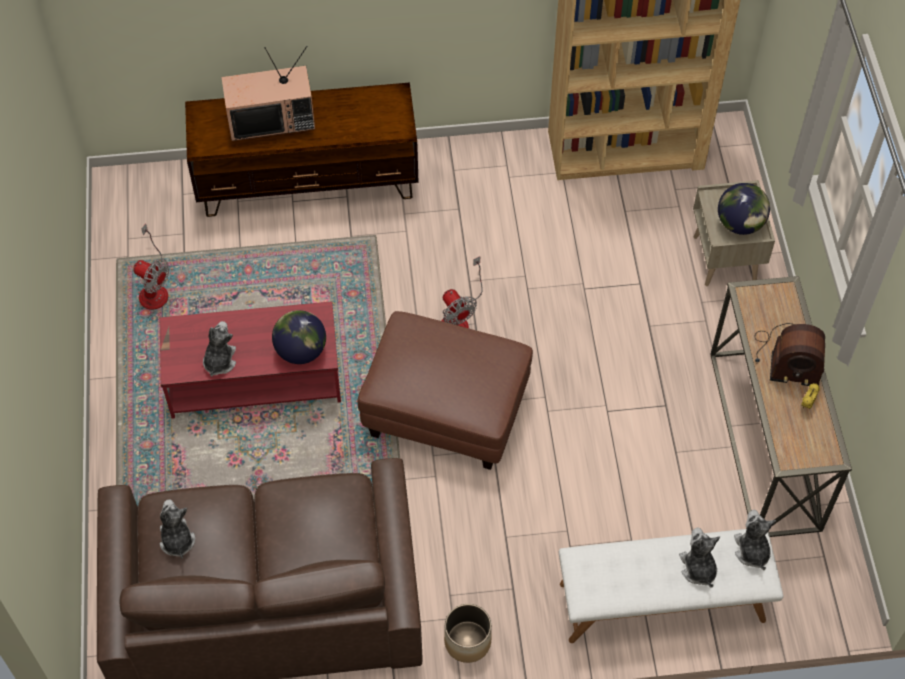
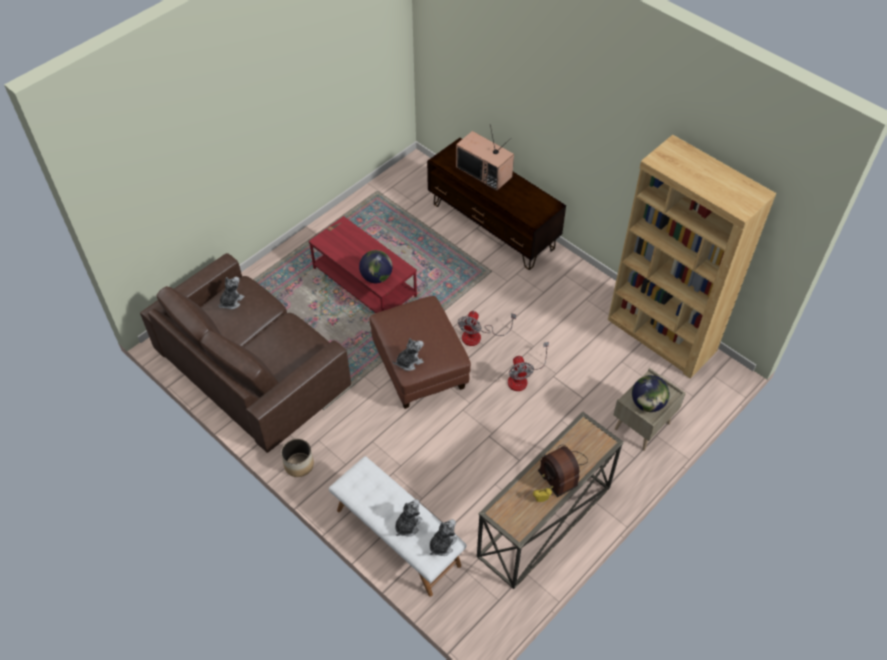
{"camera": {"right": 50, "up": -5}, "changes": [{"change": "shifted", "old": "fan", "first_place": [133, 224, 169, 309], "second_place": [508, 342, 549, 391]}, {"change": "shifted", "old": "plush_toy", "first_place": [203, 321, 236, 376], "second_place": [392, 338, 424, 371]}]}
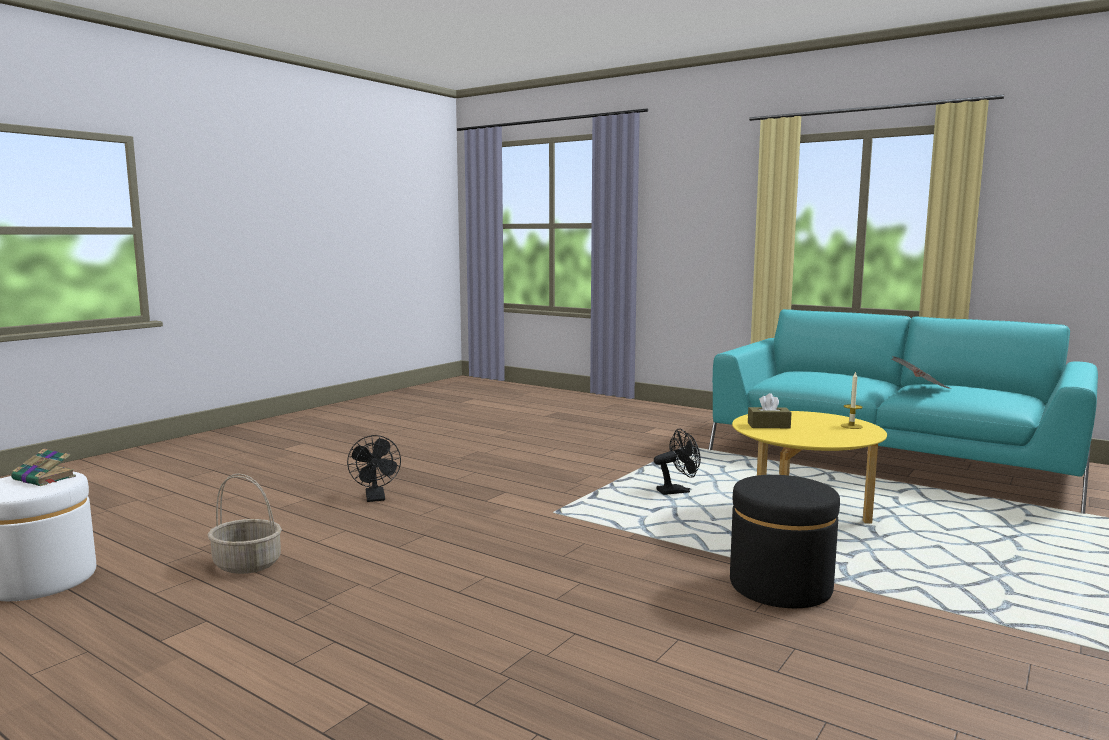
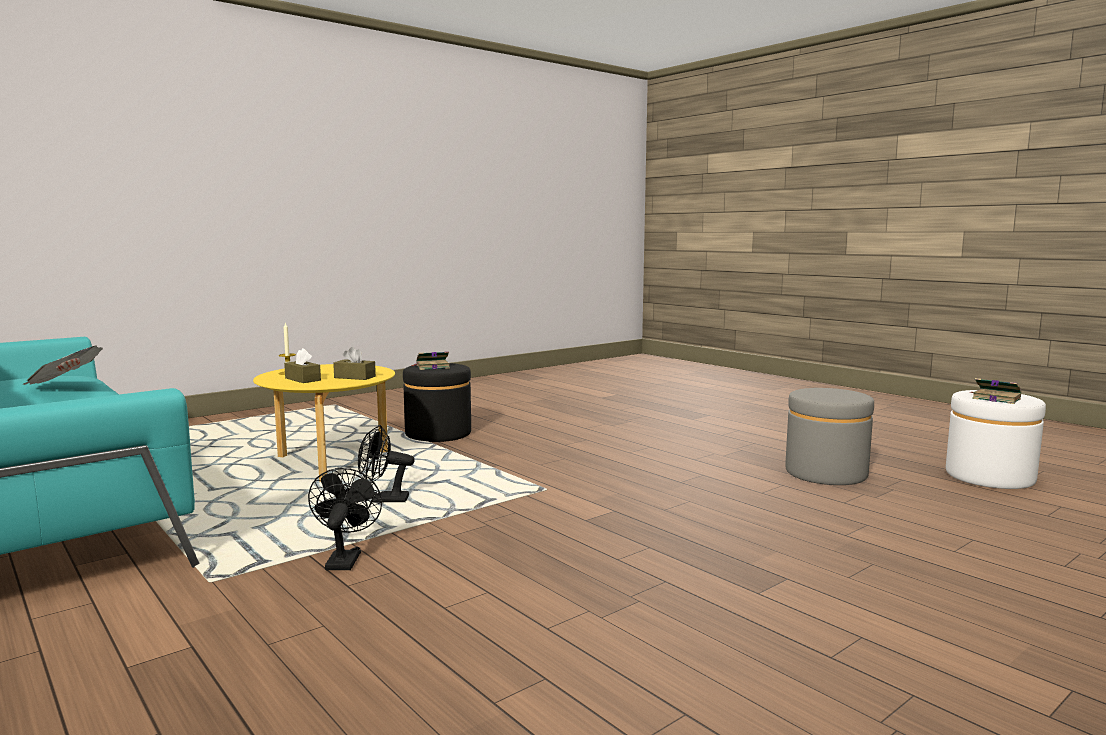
{"camera": {"right": -165, "up": 0}, "changes": [{"change": "swapped", "old": "basket", "new": "grey_ottoman", "first_place": [208, 473, 282, 574], "second_place": [785, 388, 874, 485]}, {"change": "shifted", "old": "black_fan", "first_place": [347, 435, 401, 502], "second_place": [308, 468, 382, 570]}, {"change": "new", "new": "brown_tissue_box", "second_place": [284, 348, 321, 383]}, {"change": "new", "new": "book", "second_place": [413, 351, 450, 370]}]}
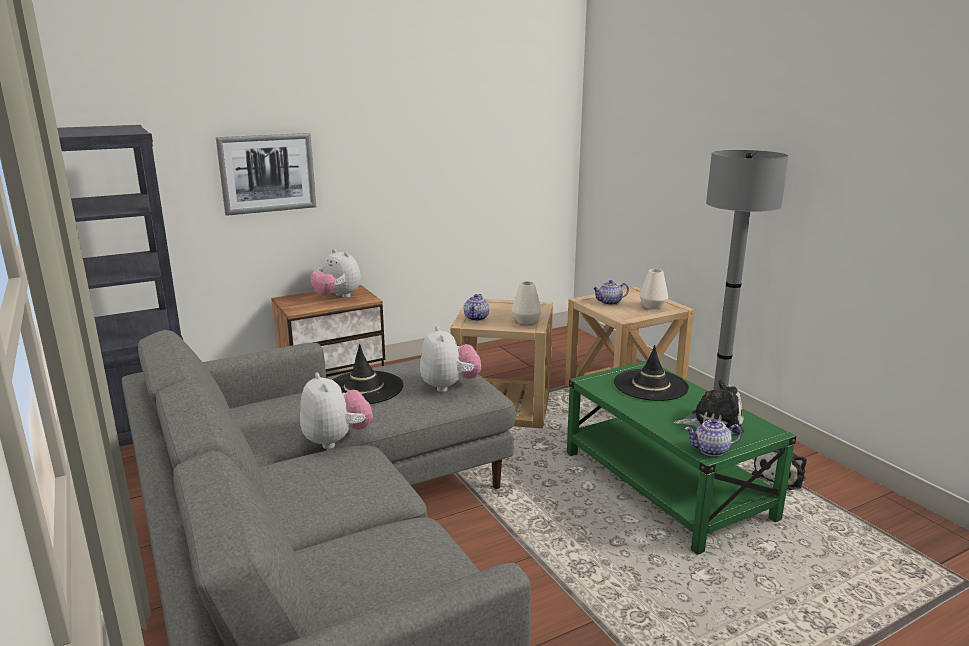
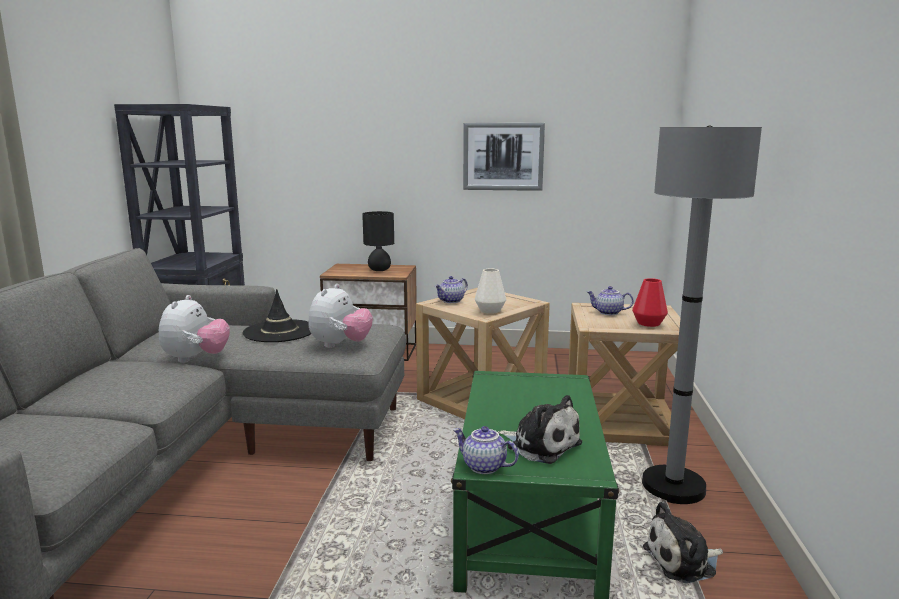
{"camera": {"right": 35, "up": -5}, "changes": [{"change": "shifted", "old": "picture", "first_place": [216, 133, 316, 216], "second_place": [463, 123, 545, 191]}, {"change": "swapped", "old": "plush_toy", "new": "black_table_lamp", "first_place": [311, 249, 361, 298], "second_place": [362, 211, 394, 271]}, {"change": "gone", "old": "black_hat", "first_place": [614, 345, 689, 401]}, {"change": "repainted", "old": "white_vase", "new": "red_vase", "first_place": [639, 269, 668, 309], "second_place": [632, 278, 668, 327]}]}
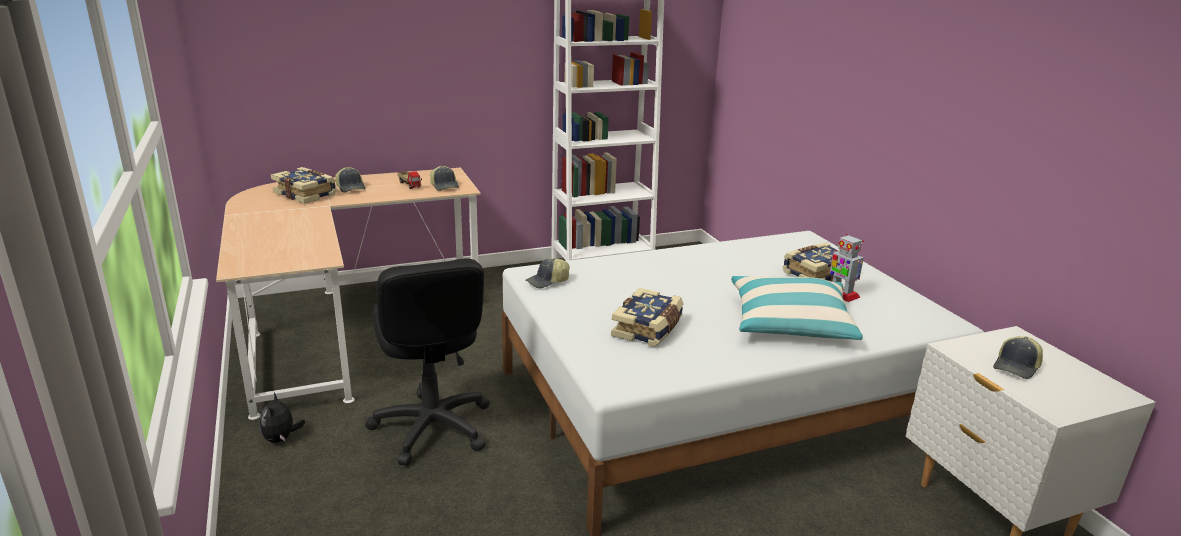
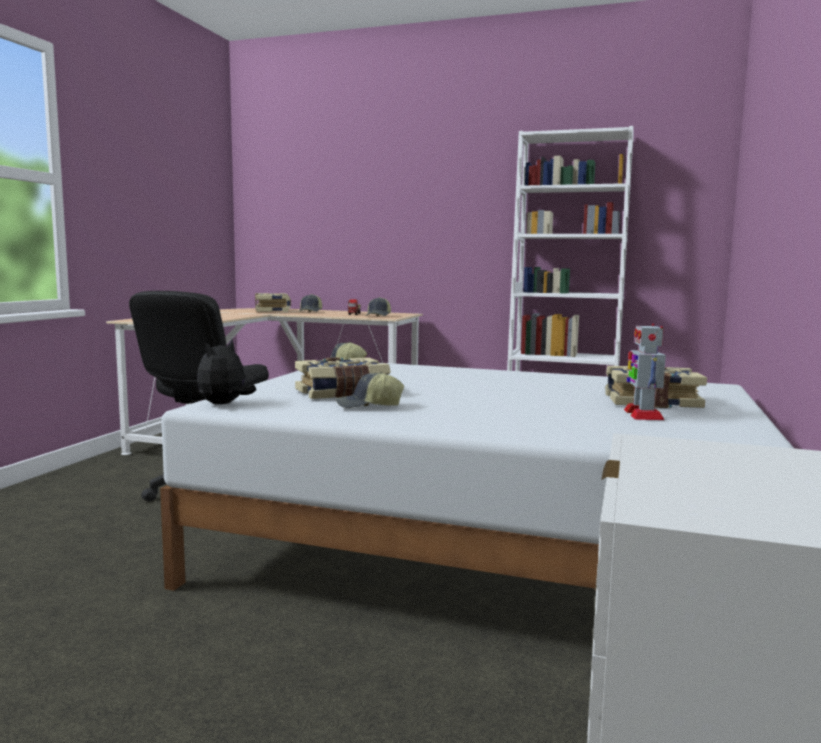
{"camera": {"right": 40, "up": -15}, "changes": [{"change": "shifted", "old": "plush_toy", "first_place": [260, 393, 305, 443], "second_place": [197, 339, 256, 404]}, {"change": "gone", "old": "pillow", "first_place": [731, 276, 863, 340]}, {"change": "shifted", "old": "cap", "first_place": [993, 336, 1043, 379], "second_place": [336, 372, 404, 408]}]}
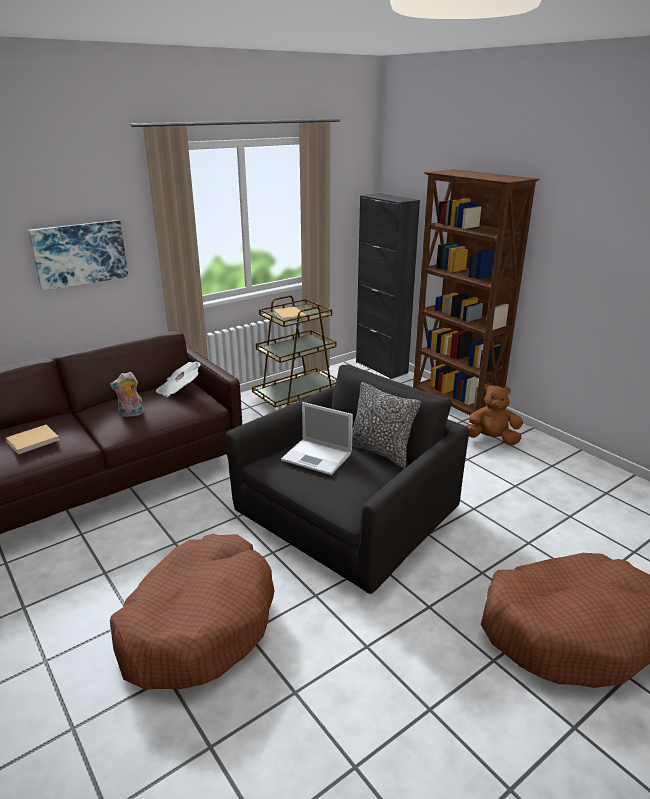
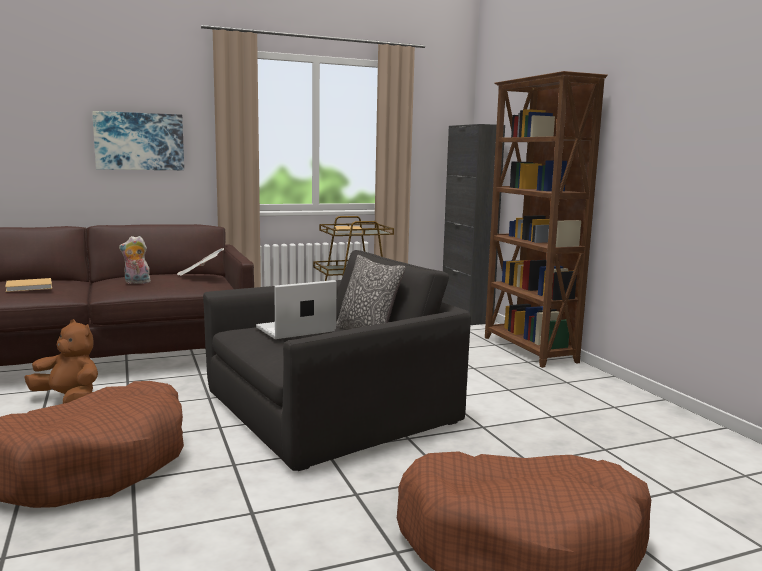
{"camera": {"right": 15, "up": -15}, "changes": [{"change": "rotated", "old": "laptop", "first_place": [281, 402, 353, 475], "second_place": [256, 280, 337, 339], "degrees": 105}, {"change": "shifted", "old": "brown_plush_toy", "first_place": [466, 383, 523, 446], "second_place": [24, 319, 98, 404]}]}
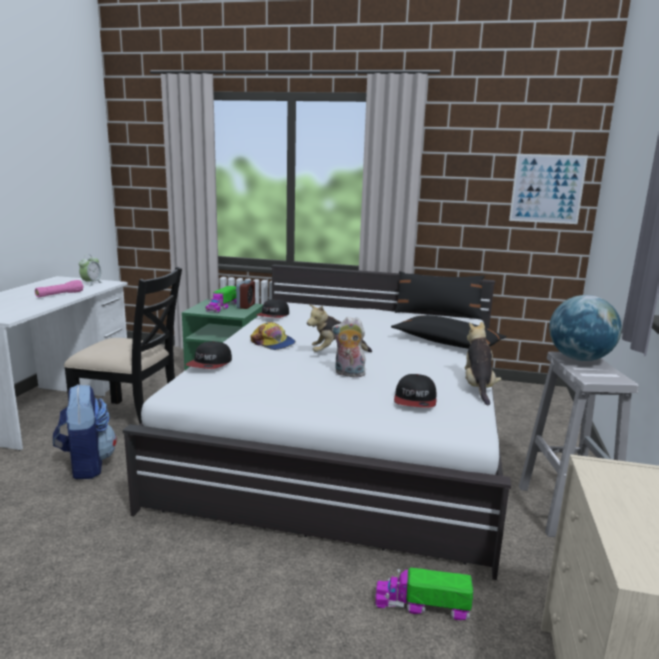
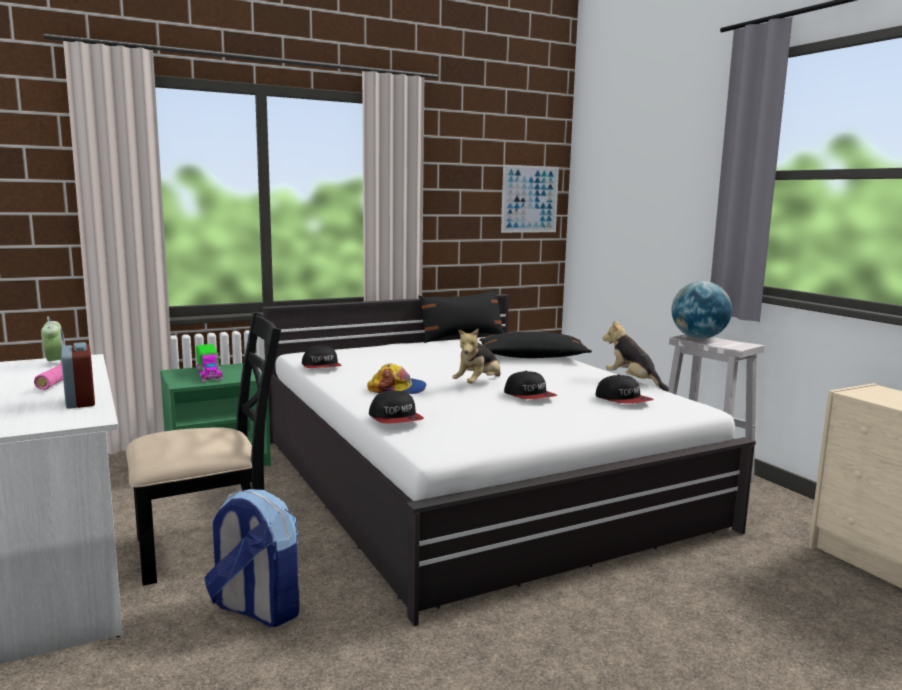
{"camera": {"right": -40, "up": -5}, "changes": [{"change": "shifted", "old": "alarm_clock", "first_place": [236, 280, 255, 309], "second_place": [61, 342, 95, 409]}, {"change": "swapped", "old": "plush_toy", "new": "cap", "first_place": [332, 317, 367, 377], "second_place": [504, 371, 557, 399]}, {"change": "gone", "old": "toy_truck", "first_place": [375, 568, 474, 620]}]}
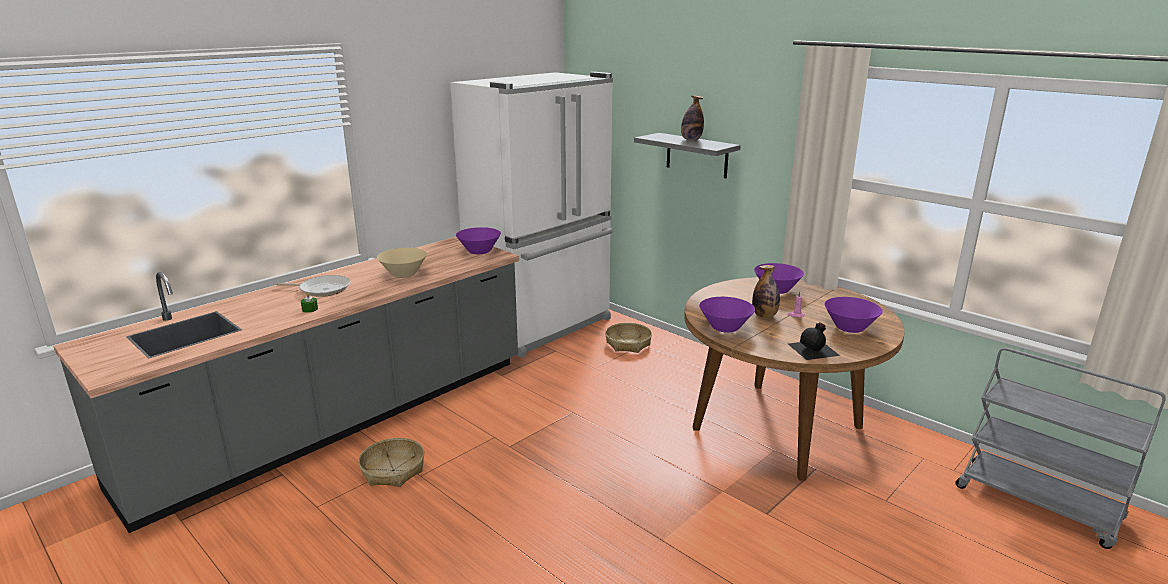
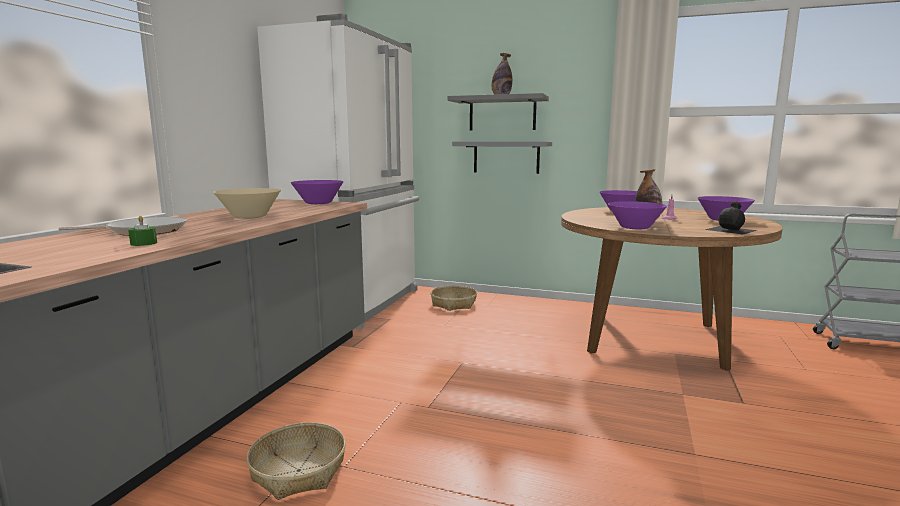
{"camera": {"right": -25, "up": -10}, "changes": [{"change": "new", "new": "grey_shelf", "second_place": [452, 142, 552, 174]}]}
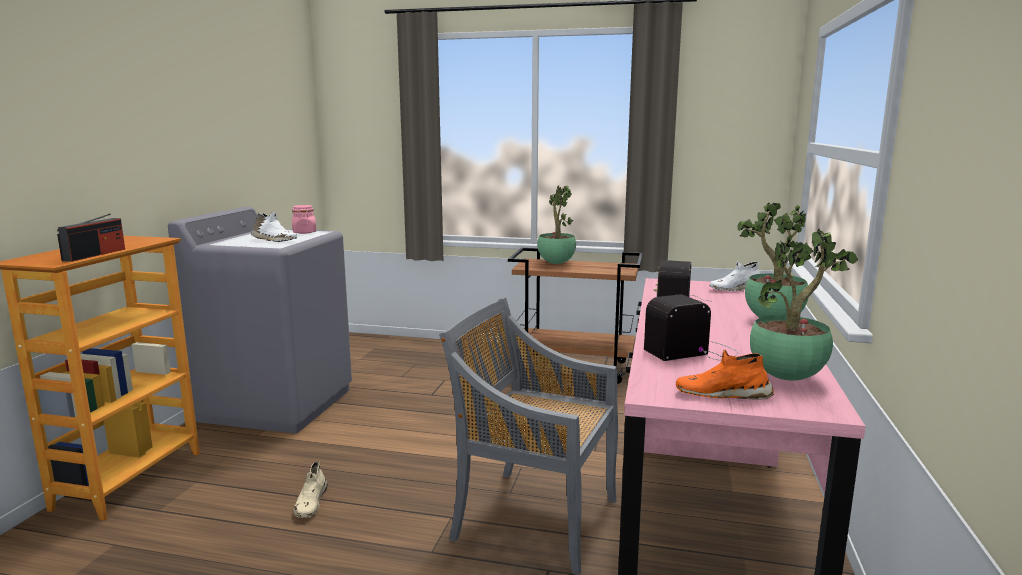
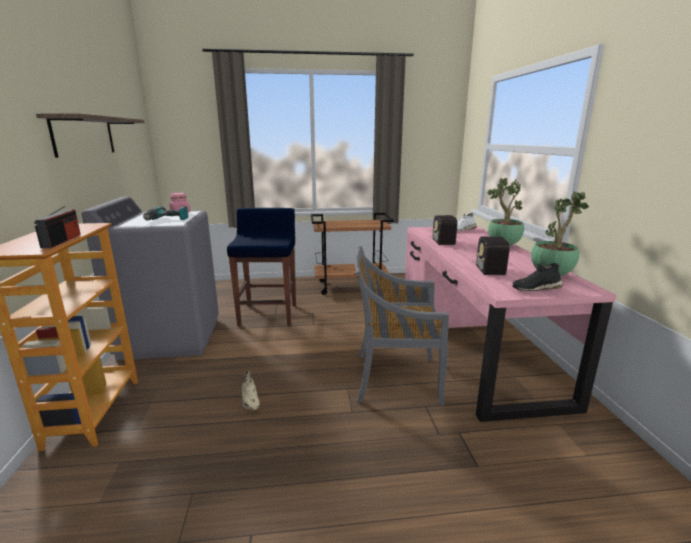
{"camera": {"right": -20, "up": 5}, "changes": [{"change": "swapped", "old": "white_shoe", "new": "power_drill", "first_place": [251, 212, 297, 242], "second_place": [143, 206, 188, 221]}, {"change": "gone", "old": "potted_plant", "first_place": [537, 186, 576, 264]}, {"change": "rotated", "old": "radio", "first_place": [644, 295, 738, 361], "second_place": [472, 237, 510, 275], "degrees": -45}, {"change": "repainted", "old": "orange_shoe", "new": "black_shoe", "first_place": [676, 350, 774, 400], "second_place": [512, 263, 563, 291]}, {"change": "new", "new": "shelf", "second_place": [36, 113, 144, 158]}, {"change": "new", "new": "blue_stool", "second_place": [227, 208, 296, 326]}]}
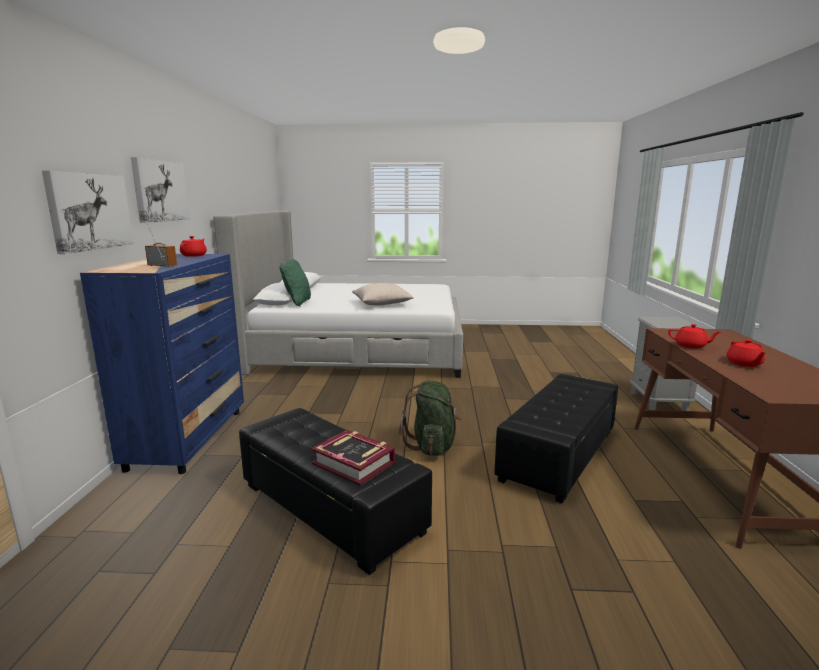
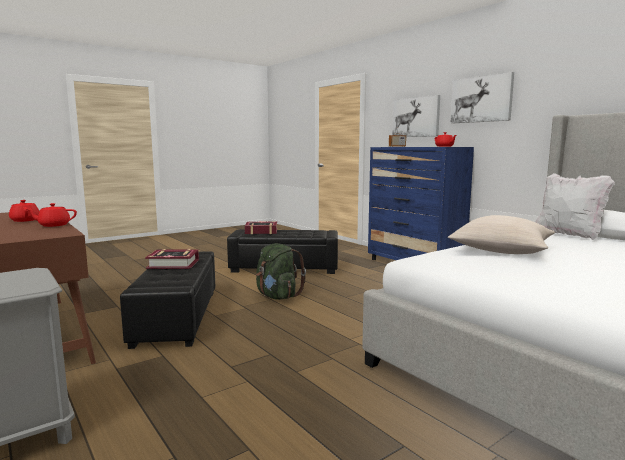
{"camera": {"right": 140, "up": -5}, "changes": [{"change": "repainted", "old": "green_pillow", "new": "white_pillow", "first_place": [279, 259, 311, 307], "second_place": [535, 173, 615, 240]}, {"change": "new", "new": "book", "second_place": [145, 249, 199, 269]}]}
